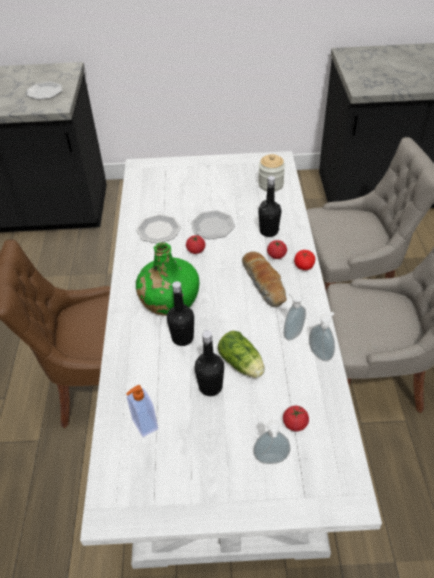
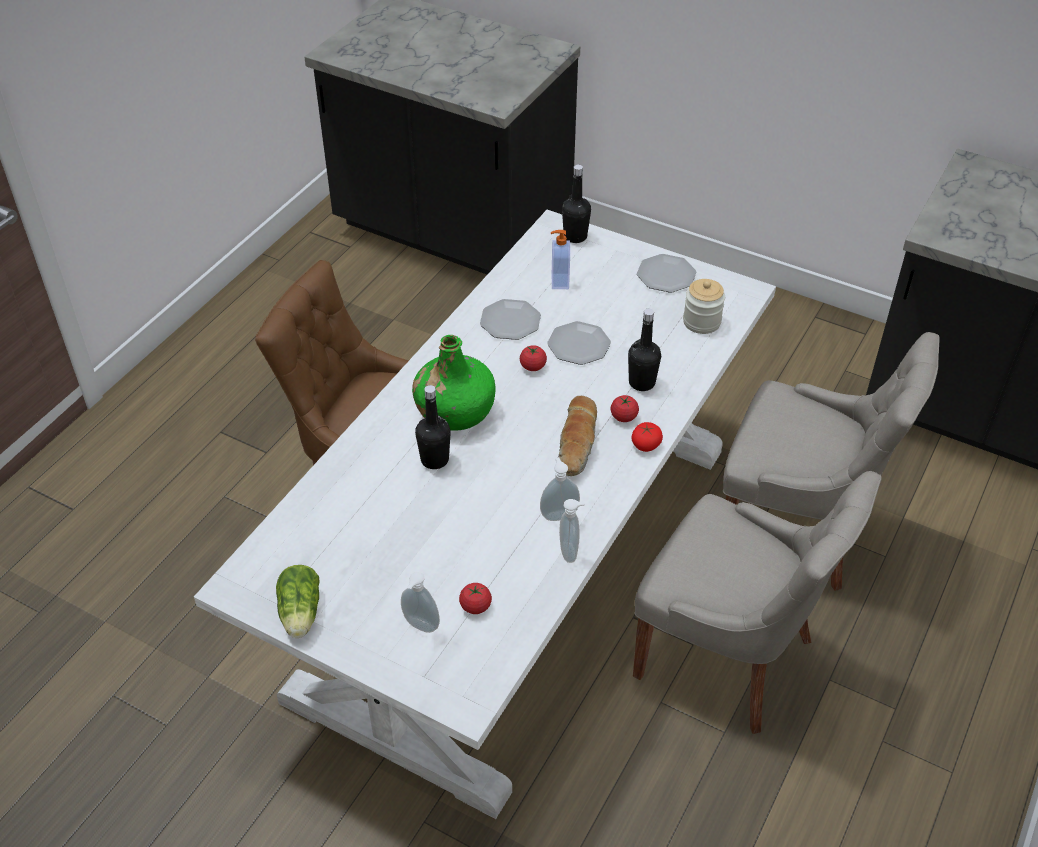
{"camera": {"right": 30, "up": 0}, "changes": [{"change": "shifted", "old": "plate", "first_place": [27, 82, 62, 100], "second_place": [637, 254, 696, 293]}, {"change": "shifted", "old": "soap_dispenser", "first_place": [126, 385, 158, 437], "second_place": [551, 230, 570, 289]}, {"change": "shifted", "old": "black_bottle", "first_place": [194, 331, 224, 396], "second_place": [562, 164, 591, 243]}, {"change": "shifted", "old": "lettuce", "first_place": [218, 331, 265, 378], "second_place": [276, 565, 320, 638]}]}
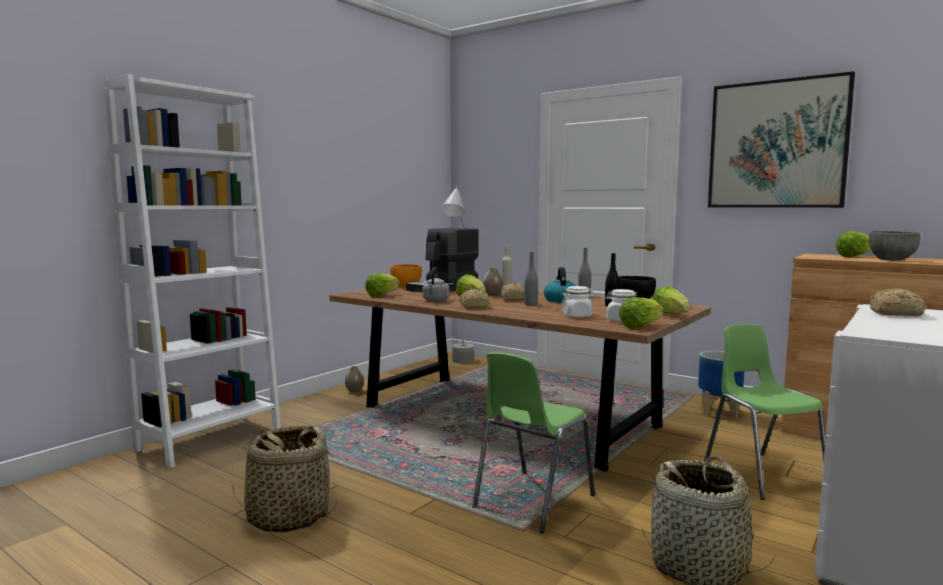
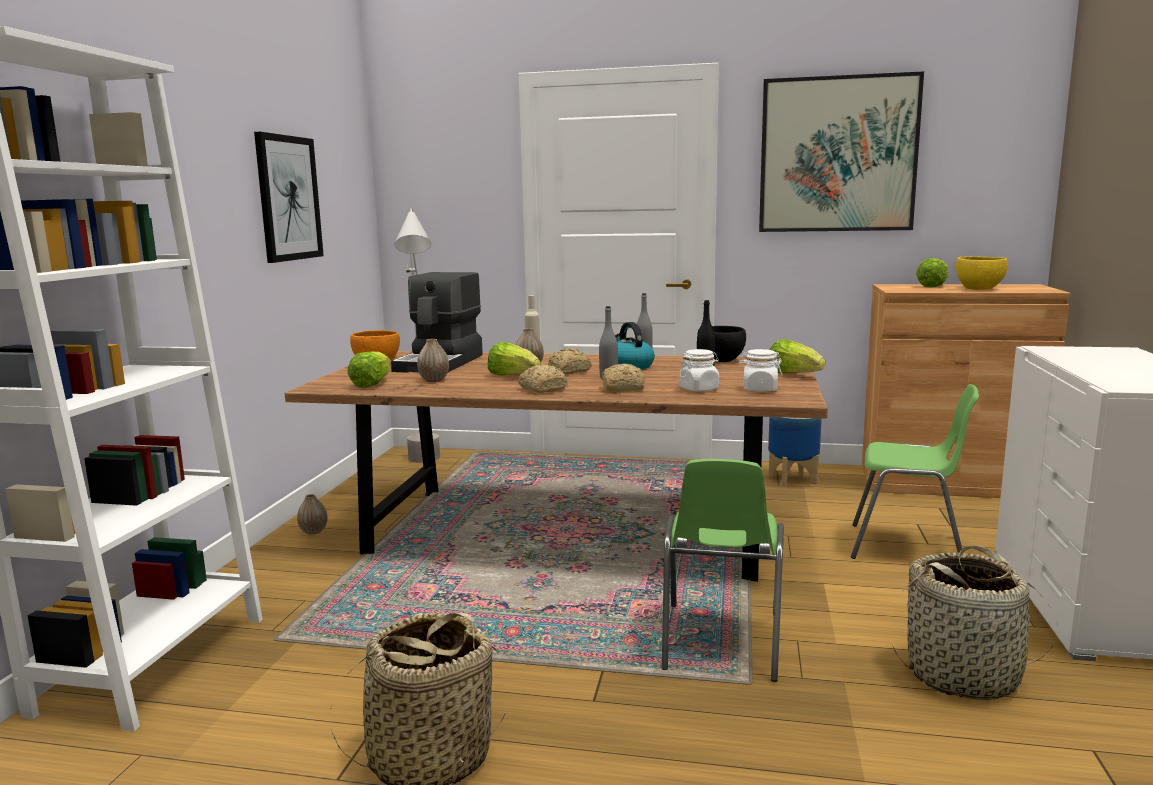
{"camera": {"right": -25, "up": 5}, "changes": [{"change": "gone", "old": "grey_kettle", "first_place": [422, 267, 449, 302]}, {"change": "gone", "old": "lettuce", "first_place": [619, 297, 663, 328]}, {"change": "rotated", "old": "green_chair", "first_place": [704, 324, 826, 500], "second_place": [851, 384, 979, 559], "degrees": 150}, {"change": "repainted", "old": "grey_bowl", "new": "yellow_bowl", "first_place": [869, 231, 920, 260], "second_place": [956, 256, 1008, 290]}, {"change": "shifted", "old": "bread", "first_place": [870, 289, 925, 316], "second_place": [602, 364, 645, 392]}, {"change": "new", "new": "picture", "second_place": [254, 132, 324, 263]}, {"change": "new", "new": "vase", "second_place": [417, 339, 449, 382]}]}
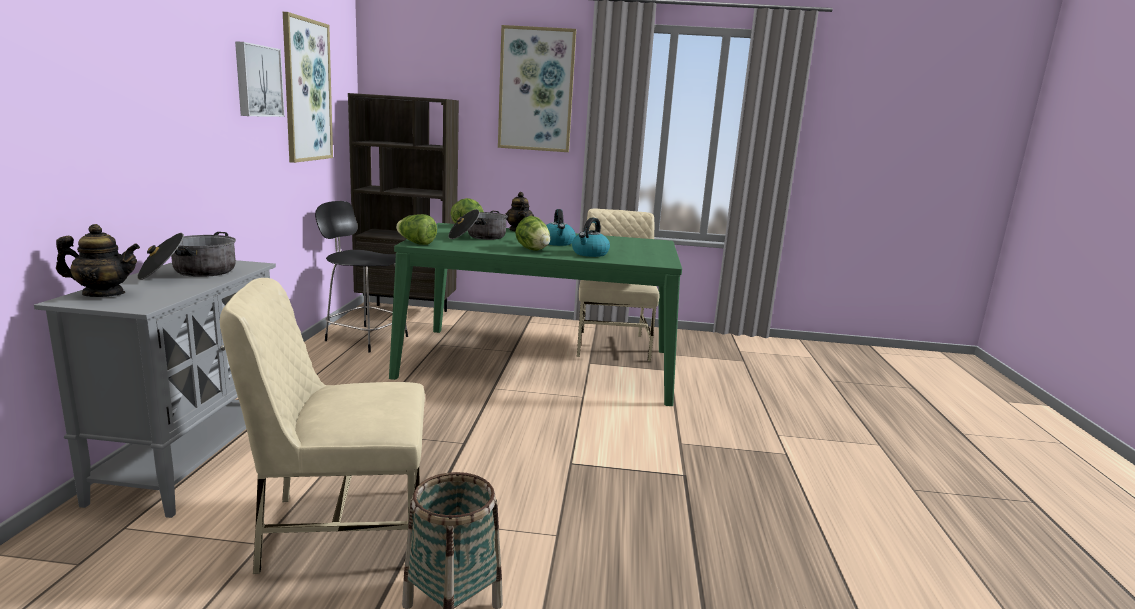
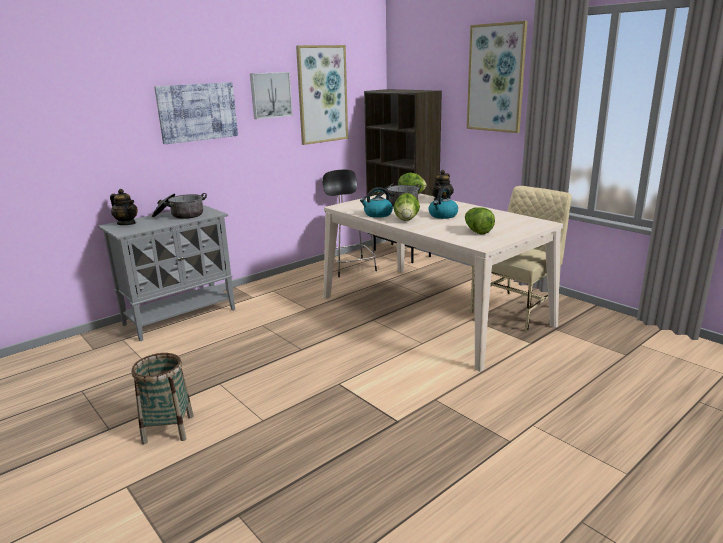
{"camera": {"right": 45, "up": 5}, "changes": [{"change": "gone", "old": "beige_chair", "first_place": [220, 278, 425, 574]}, {"change": "repainted", "old": "green_dining_table", "new": "beige_dining_table", "first_place": [389, 223, 682, 406], "second_place": [324, 193, 563, 371]}, {"change": "shifted", "old": "lettuce", "first_place": [396, 214, 437, 245], "second_place": [465, 207, 495, 234]}, {"change": "shifted", "old": "kettle", "first_place": [572, 218, 610, 257], "second_place": [360, 187, 393, 218]}, {"change": "new", "new": "picture", "second_place": [154, 82, 238, 144]}]}
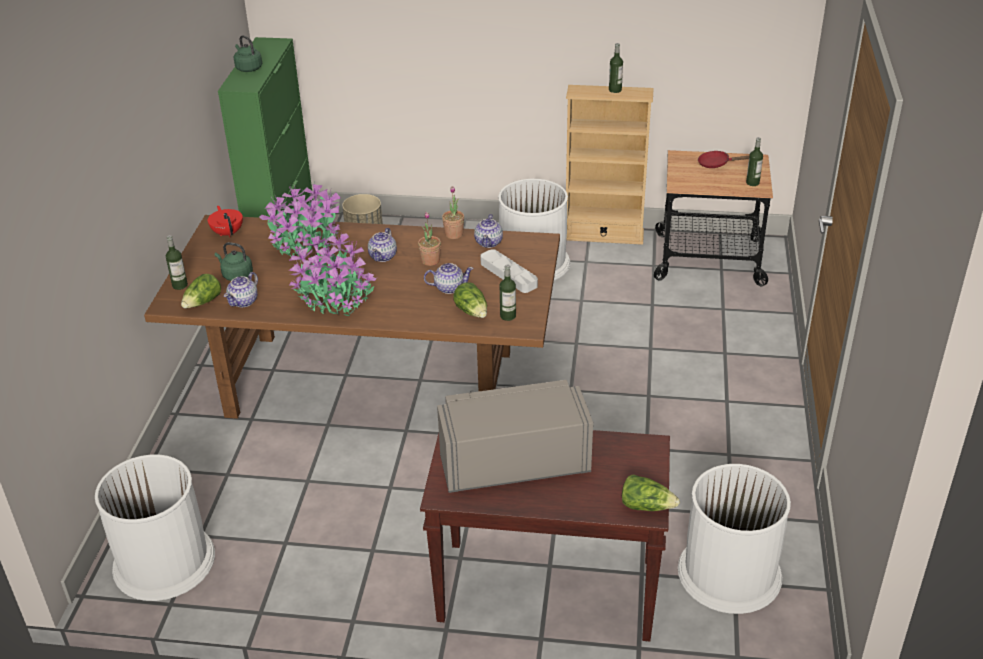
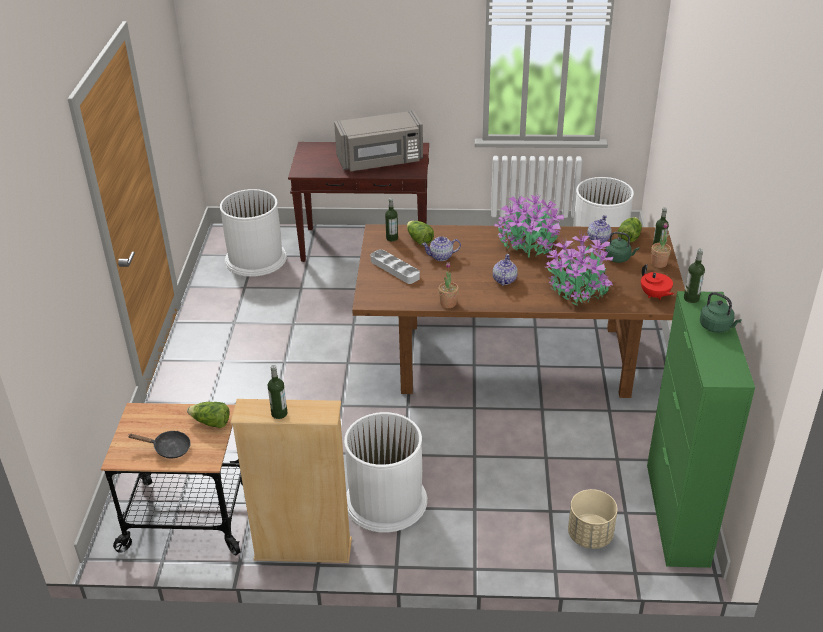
{"camera": {"right": 175, "up": 0}, "changes": [{"change": "shifted", "old": "potted_plant", "first_place": [418, 212, 441, 266], "second_place": [651, 223, 671, 268]}, {"change": "gone", "old": "teapot", "first_place": [474, 214, 503, 248]}, {"change": "shifted", "old": "lettuce", "first_place": [622, 474, 680, 511], "second_place": [187, 402, 229, 428]}, {"change": "repainted", "old": "red_frying_pan", "new": "black_frying_pan", "first_place": [698, 151, 749, 168], "second_place": [128, 431, 191, 458]}, {"change": "shifted", "old": "bottle", "first_place": [746, 137, 763, 186], "second_place": [684, 249, 705, 303]}]}
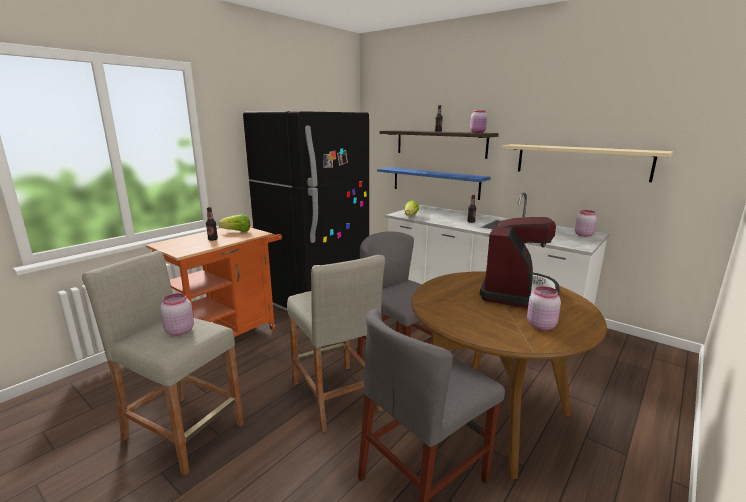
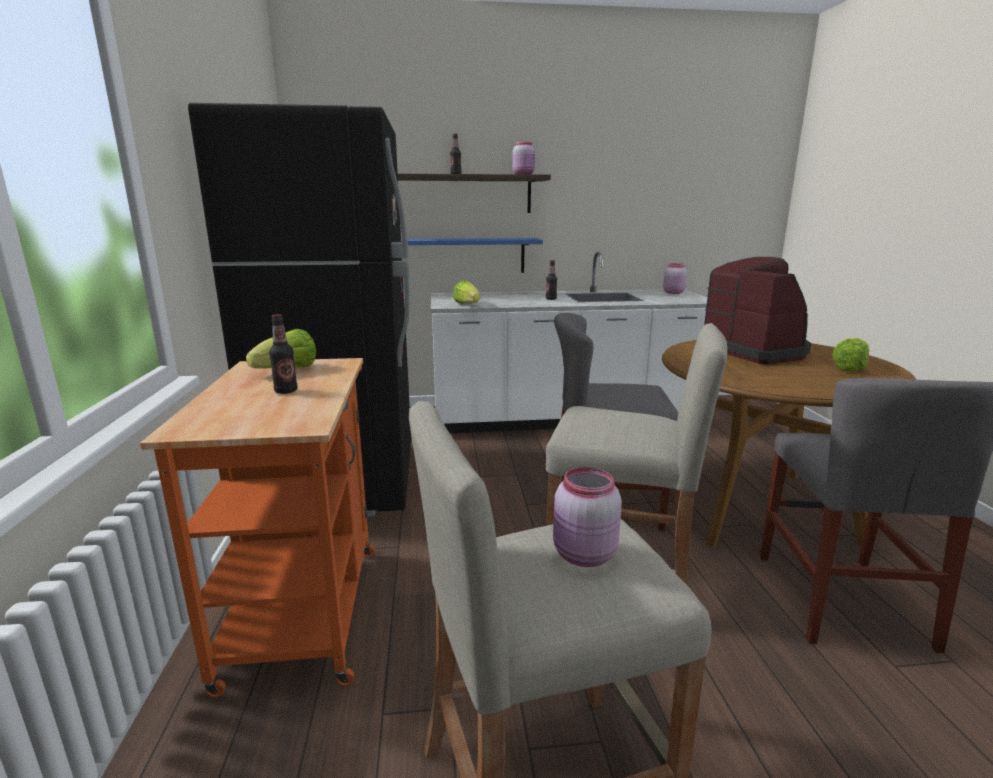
{"camera": {"right": -45, "up": 0}, "changes": [{"change": "gone", "old": "beige_shelf", "first_place": [502, 144, 673, 182]}, {"change": "swapped", "old": "pink_jar", "new": "lettuce", "first_place": [527, 286, 561, 330], "second_place": [832, 338, 869, 372]}]}
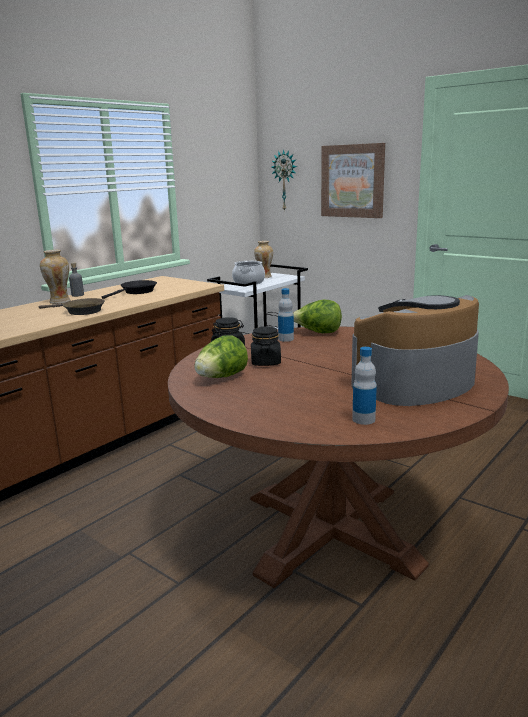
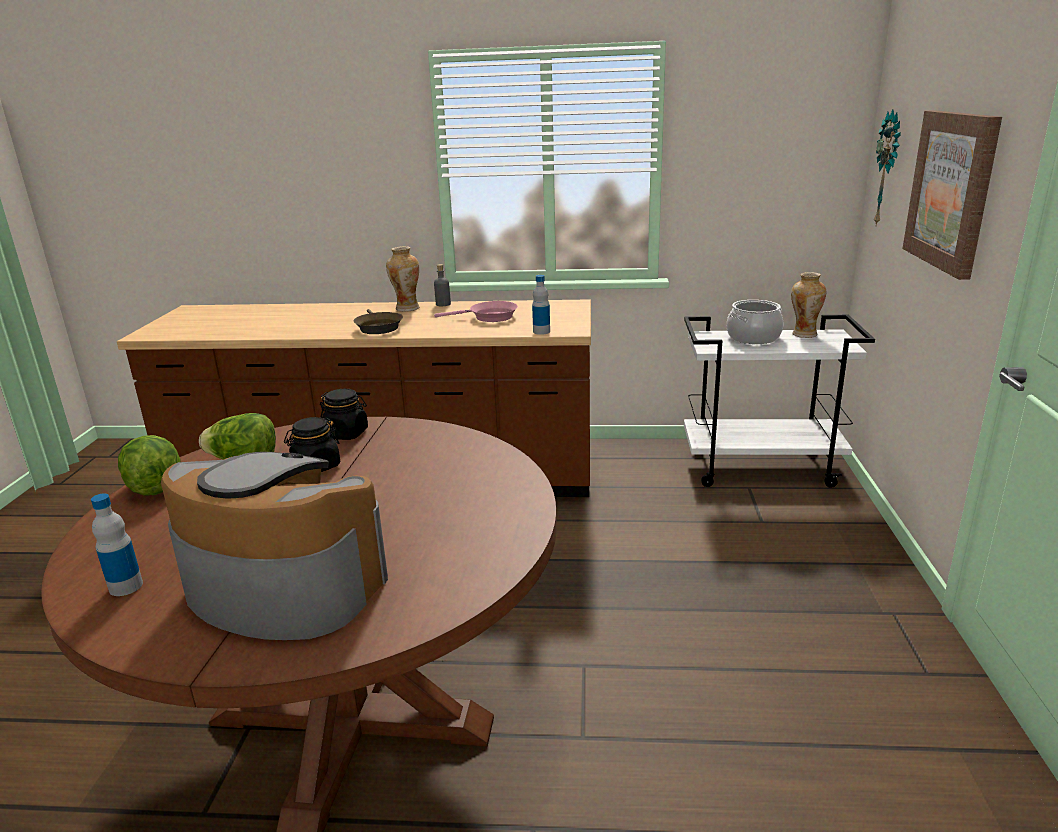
{"camera": {"right": 55, "up": 5}, "changes": [{"change": "repainted", "old": "black_frying_pan", "new": "pink_frying_pan", "first_place": [102, 280, 157, 299], "second_place": [434, 301, 518, 322]}, {"change": "shifted", "old": "bottle", "first_place": [278, 288, 294, 342], "second_place": [532, 275, 550, 335]}, {"change": "shifted", "old": "lettuce", "first_place": [293, 299, 342, 333], "second_place": [118, 435, 181, 495]}]}
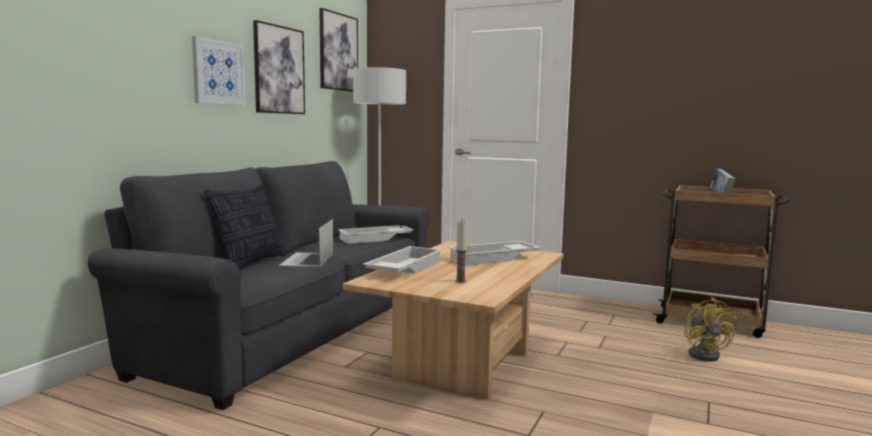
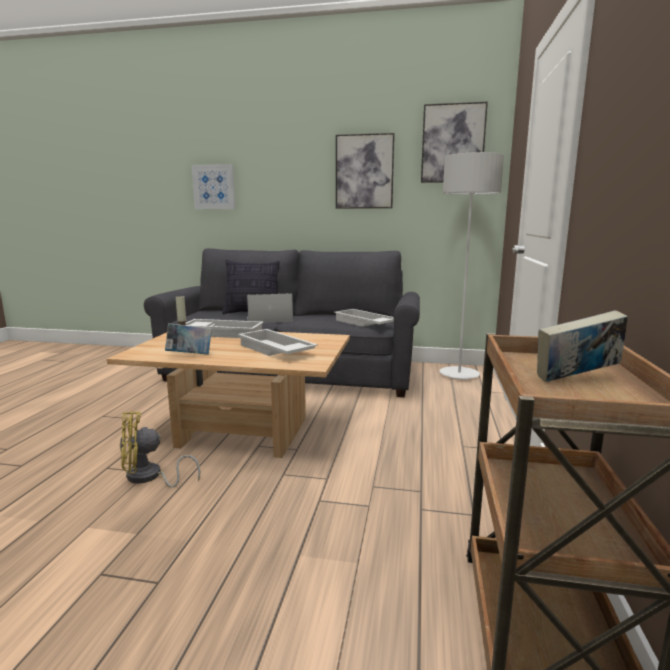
{"camera": {"right": 75, "up": 5}, "changes": [{"change": "shifted", "old": "picture", "first_place": [192, 36, 246, 106], "second_place": [191, 164, 235, 209]}, {"change": "shifted", "old": "yellow_fan", "first_place": [684, 297, 737, 362], "second_place": [120, 411, 200, 487]}, {"change": "new", "new": "book", "second_place": [165, 323, 212, 355]}]}
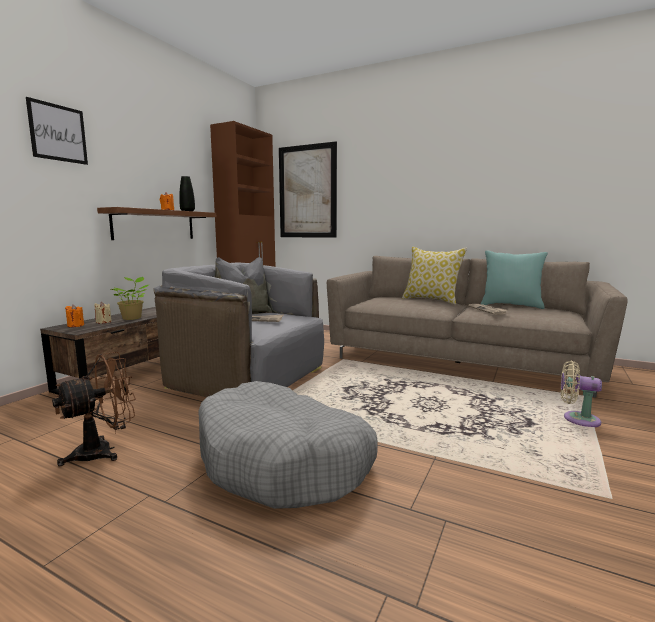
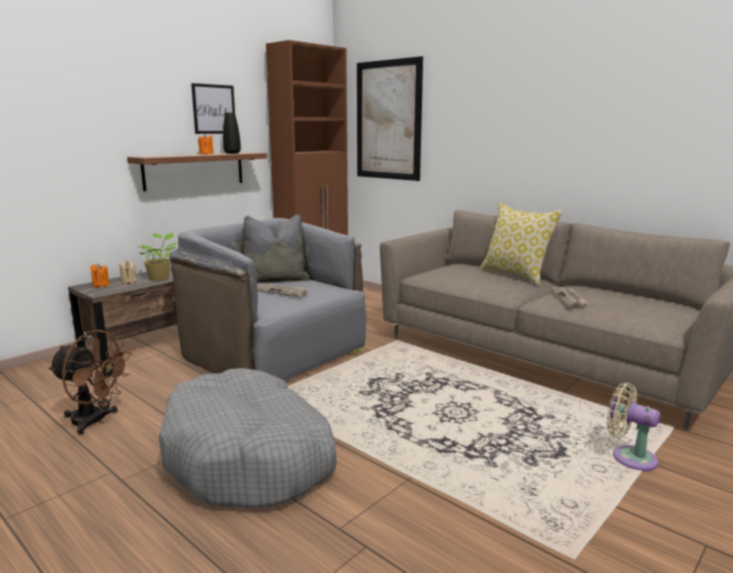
{"camera": {"right": 15, "up": 5}, "changes": [{"change": "shifted", "old": "picture", "first_place": [26, 97, 88, 165], "second_place": [191, 83, 235, 134]}, {"change": "rotated", "old": "brown_fan", "first_place": [52, 352, 136, 466], "second_place": [49, 330, 132, 435], "degrees": 45}, {"change": "gone", "old": "turquoise_pillow", "first_place": [481, 250, 548, 309]}]}
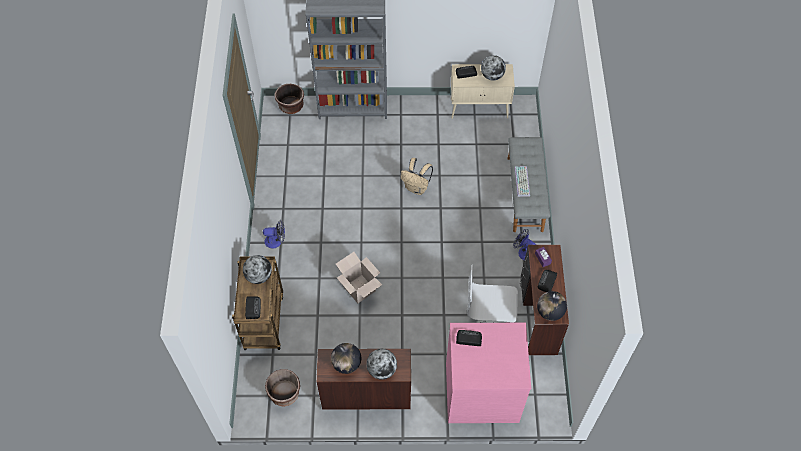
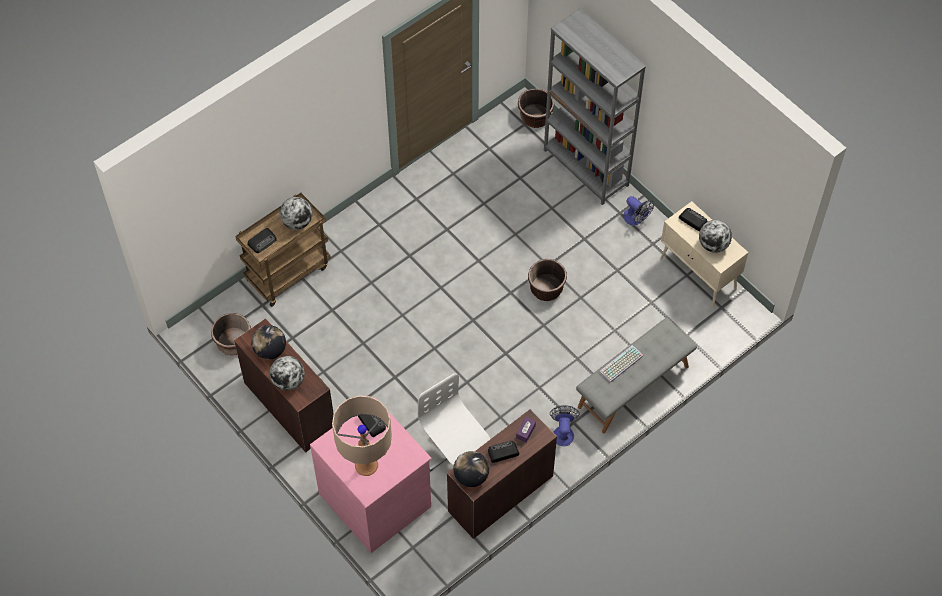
{"camera": {"right": 50, "up": 0}, "changes": [{"change": "shifted", "old": "fan", "first_place": [263, 220, 285, 249], "second_place": [623, 196, 654, 225]}, {"change": "gone", "old": "cardboard_box", "first_place": [336, 252, 382, 303]}, {"change": "swapped", "old": "beige_backpack", "new": "brown_planter", "first_place": [401, 158, 433, 195], "second_place": [528, 259, 567, 301]}, {"change": "new", "new": "beige_table_lamp", "second_place": [332, 396, 392, 476]}]}
